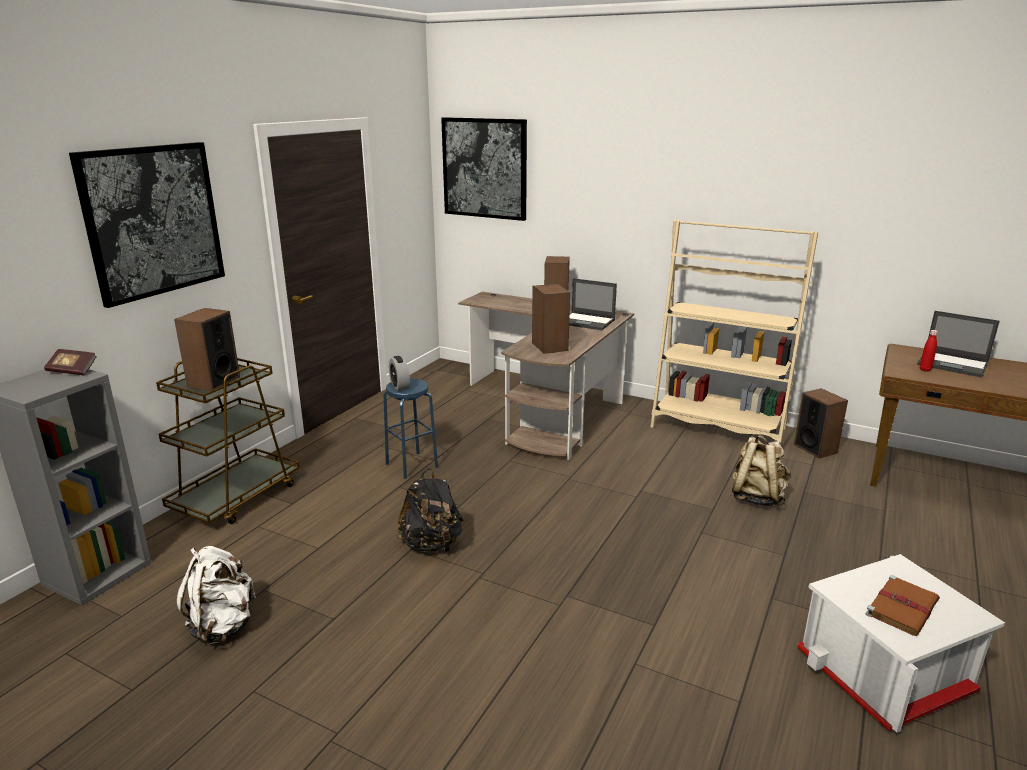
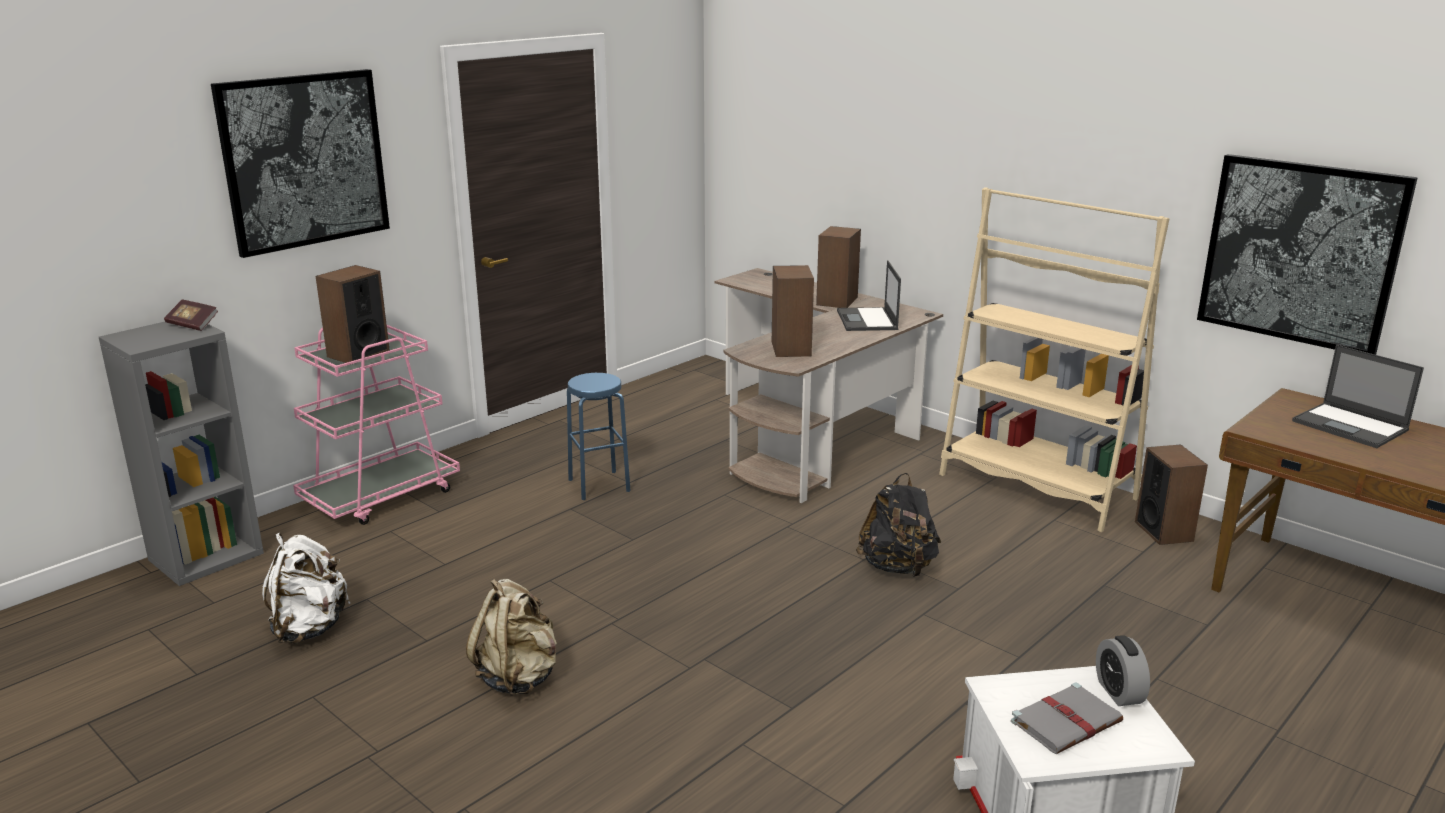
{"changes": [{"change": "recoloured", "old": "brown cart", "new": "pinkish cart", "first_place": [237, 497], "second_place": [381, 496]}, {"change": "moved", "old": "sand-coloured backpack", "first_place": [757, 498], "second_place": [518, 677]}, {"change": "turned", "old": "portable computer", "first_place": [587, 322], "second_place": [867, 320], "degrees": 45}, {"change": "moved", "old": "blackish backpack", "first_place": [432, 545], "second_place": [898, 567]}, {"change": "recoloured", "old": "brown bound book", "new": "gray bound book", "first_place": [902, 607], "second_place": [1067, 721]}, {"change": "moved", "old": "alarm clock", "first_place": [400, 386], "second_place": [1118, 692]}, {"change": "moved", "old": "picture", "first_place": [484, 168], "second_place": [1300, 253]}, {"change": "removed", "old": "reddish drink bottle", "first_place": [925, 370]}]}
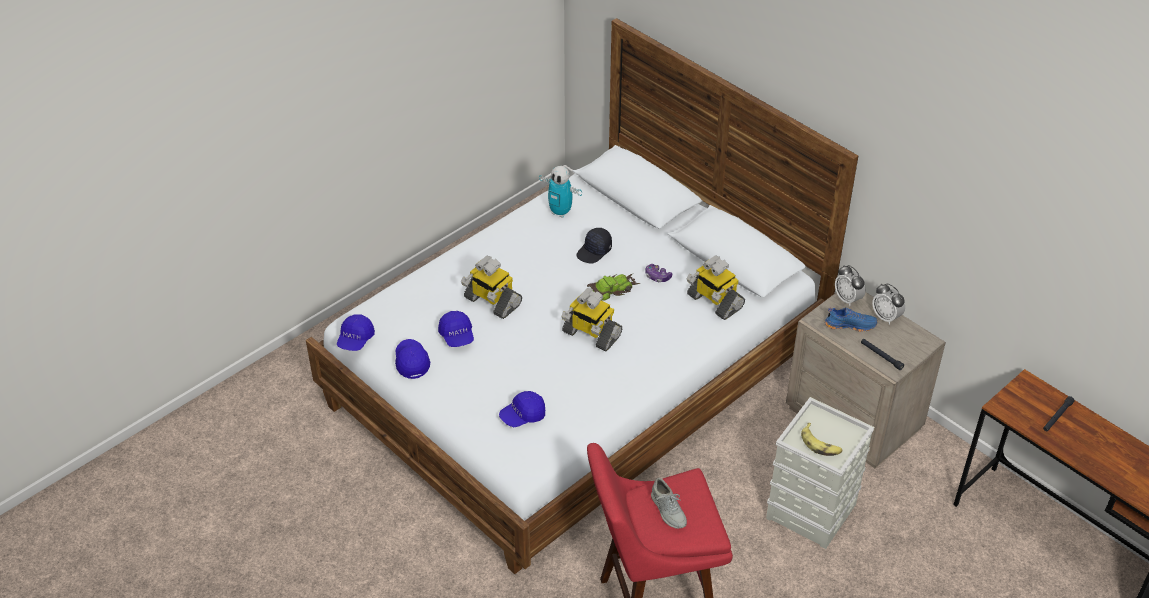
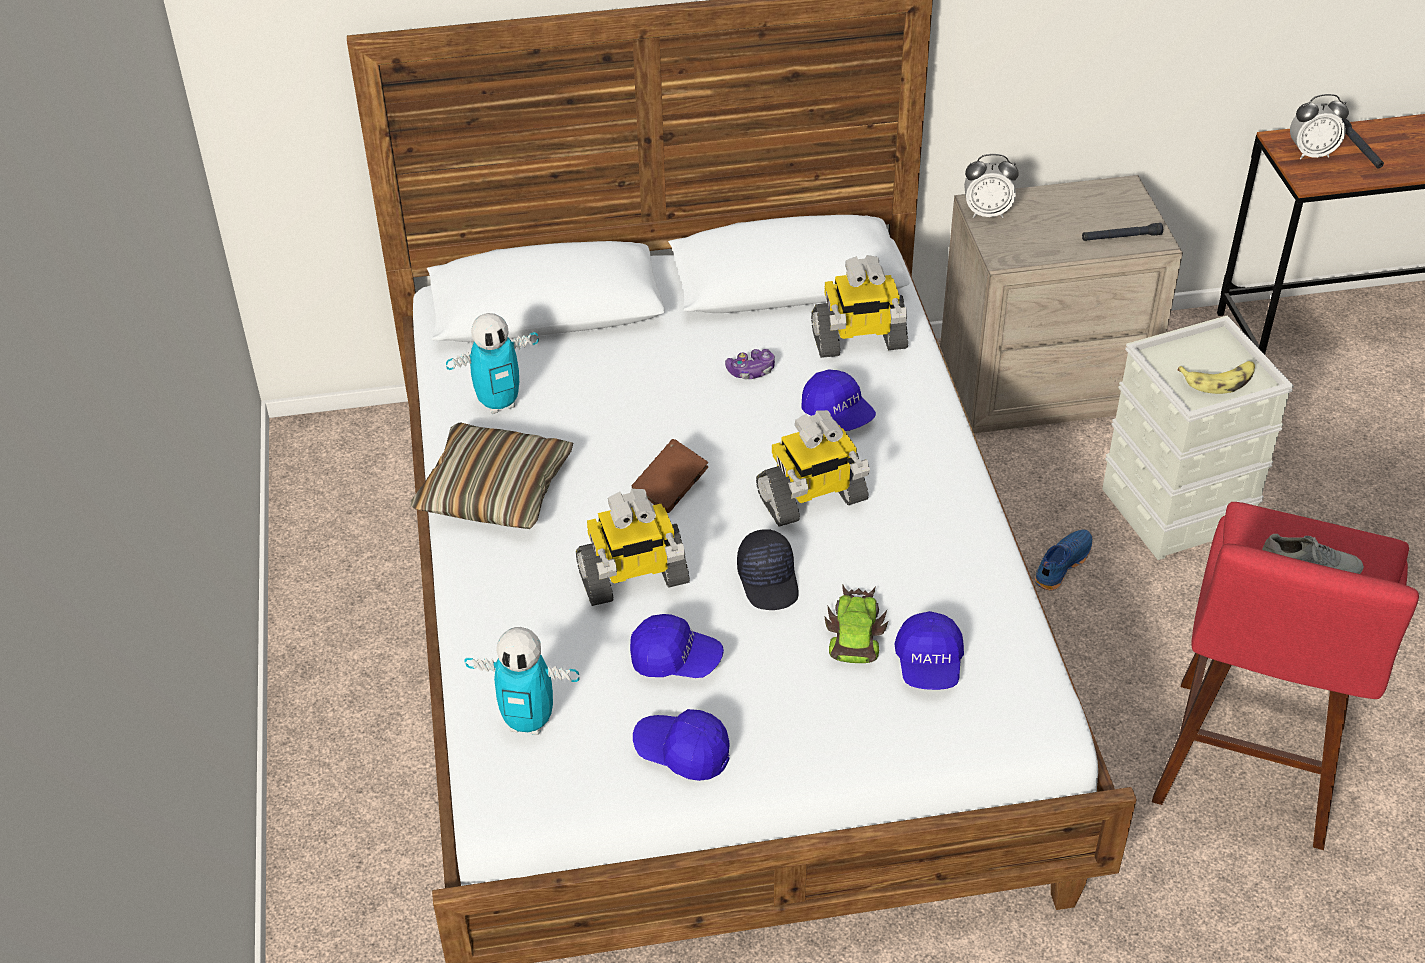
{"changes": [{"change": "added", "new": "throw pillow", "second_place": [494, 491]}, {"change": "added", "new": "model robot", "second_place": [528, 722]}, {"change": "added", "new": "brown bound book", "second_place": [671, 489]}, {"change": "moved", "old": "blackish baseball cap", "first_place": [594, 251], "second_place": [769, 580]}, {"change": "moved", "old": "blue baseball cap", "first_place": [355, 340], "second_place": [838, 414]}, {"change": "moved", "old": "toy car", "first_place": [613, 289], "second_place": [854, 631]}, {"change": "moved", "old": "blue shoe", "first_place": [850, 324], "second_place": [1061, 565]}, {"change": "moved", "old": "alarm clock", "first_place": [886, 317], "second_place": [1311, 153]}]}
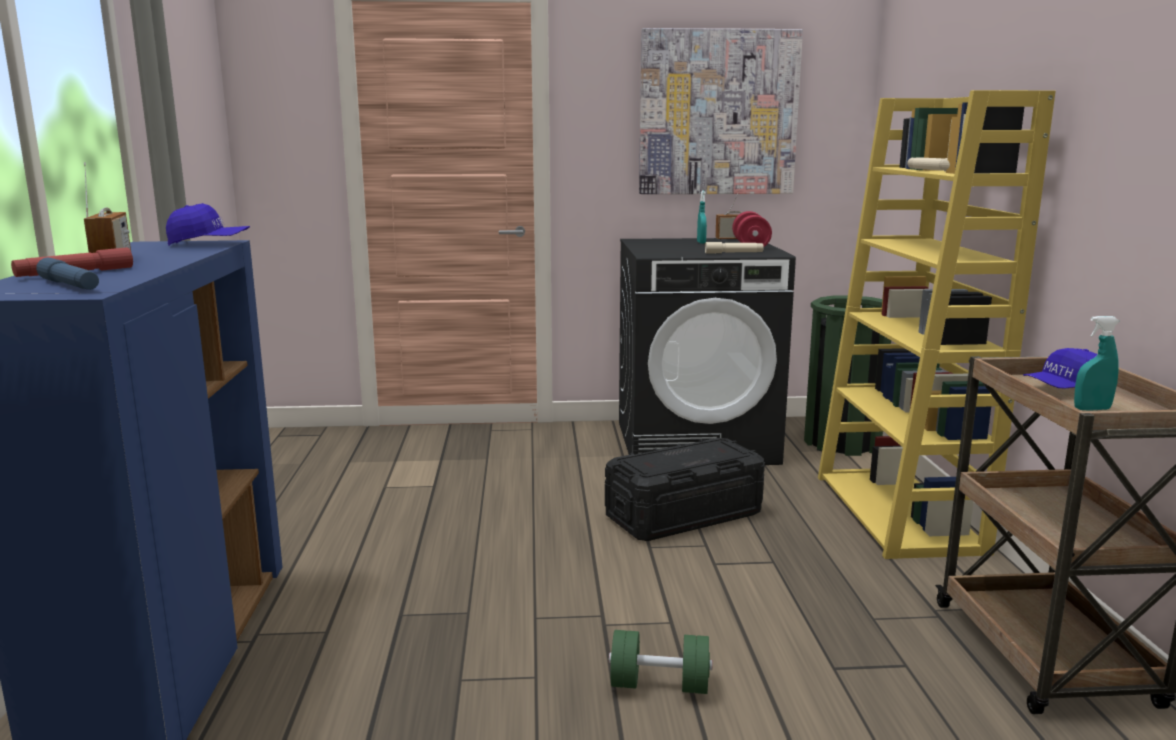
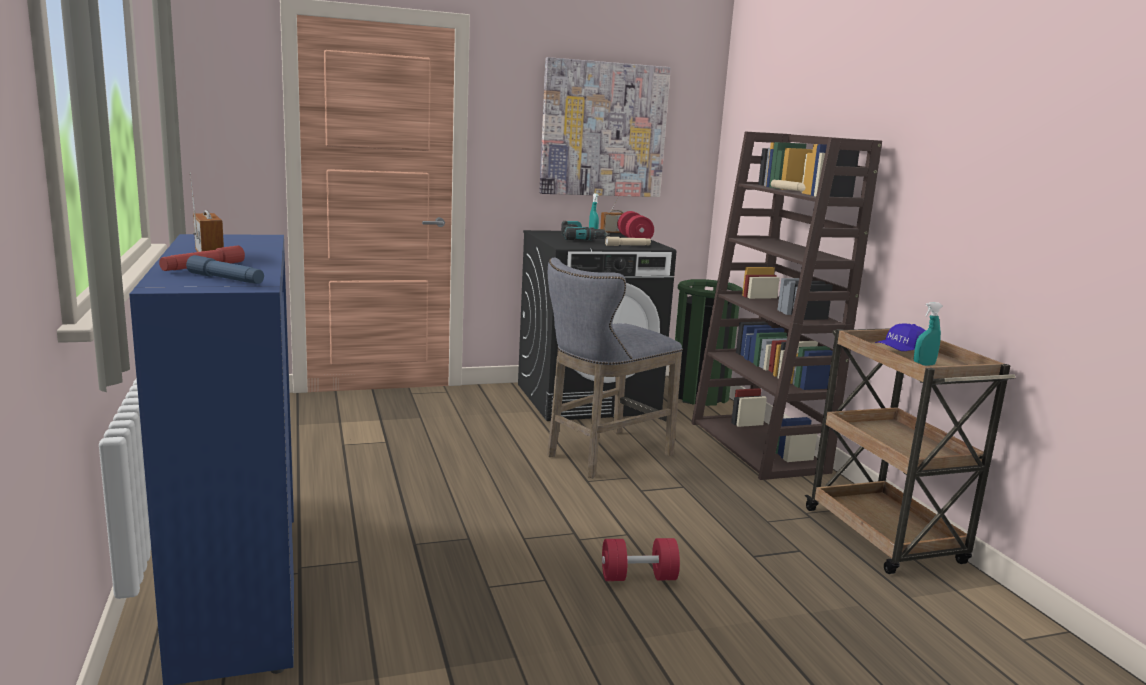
{"changes": [{"change": "replaced", "old": "blackish storage container", "new": "gray sitting stool", "first_place": [683, 515], "second_place": [602, 456]}, {"change": "added", "new": "power drill", "second_place": [581, 239]}, {"change": "recoloured", "old": "greenish hand weight", "new": "reddish hand weight", "first_place": [659, 685], "second_place": [638, 577]}, {"change": "recoloured", "old": "yellow bookshelf", "new": "brown bookshelf", "first_place": [899, 513], "second_place": [759, 447]}, {"change": "removed", "old": "blue baseball cap", "first_place": [209, 244]}]}
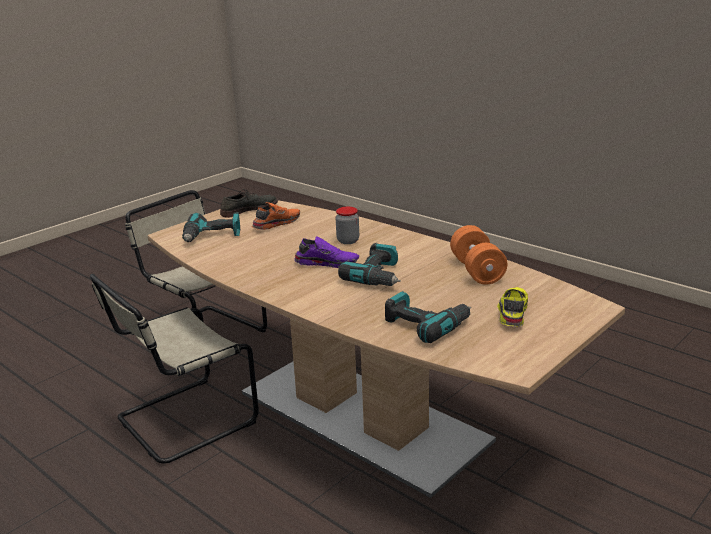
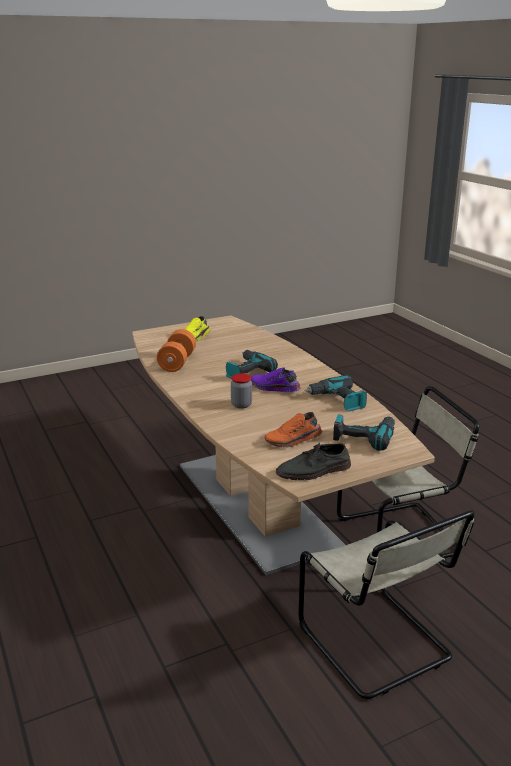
{"changes": [{"change": "moved", "old": "power drill", "first_place": [426, 324], "second_place": [337, 401]}]}
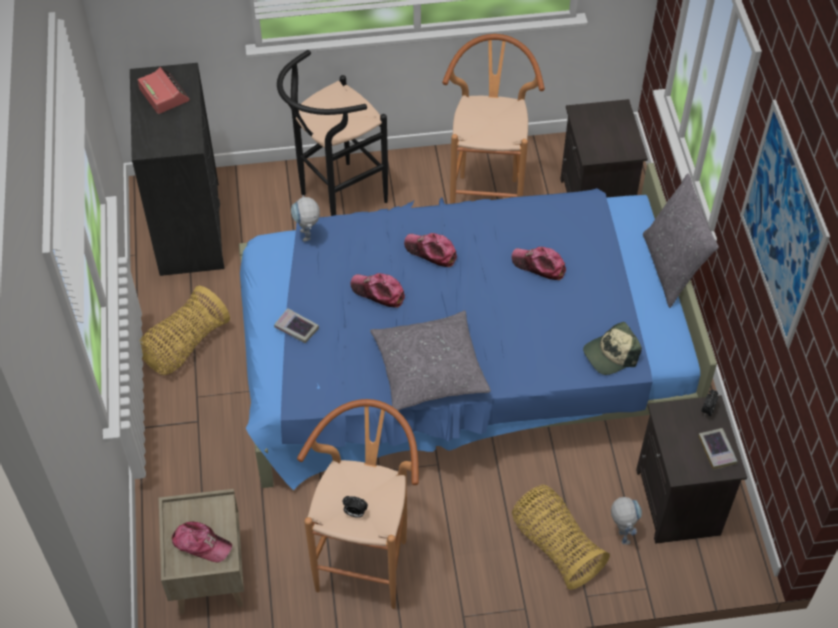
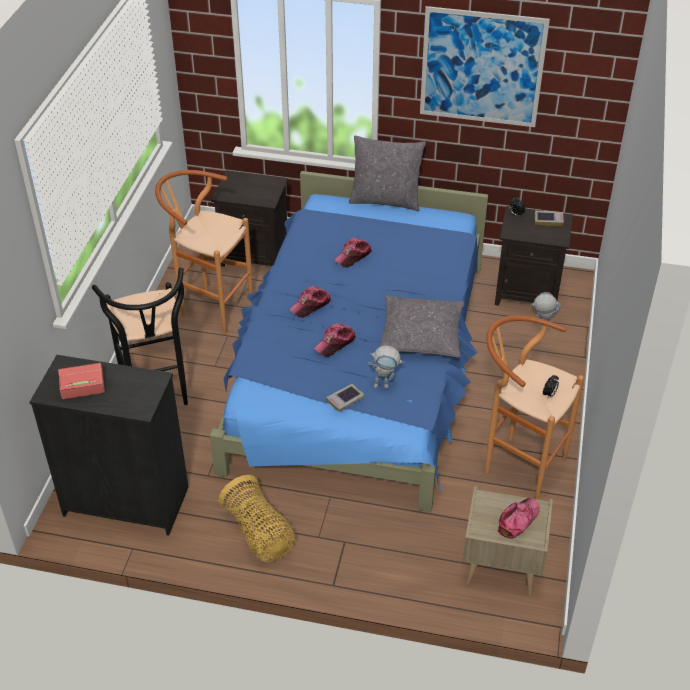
{"changes": [{"change": "moved", "old": "model robot", "first_place": [308, 238], "second_place": [385, 385]}, {"change": "removed", "old": "storage basket", "first_place": [555, 546]}, {"change": "removed", "old": "baseball cap", "first_place": [610, 354]}]}
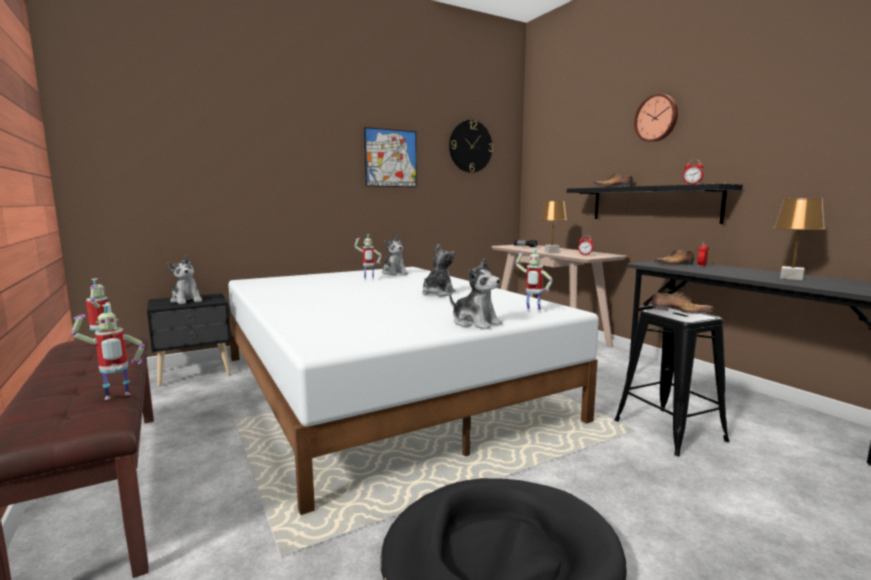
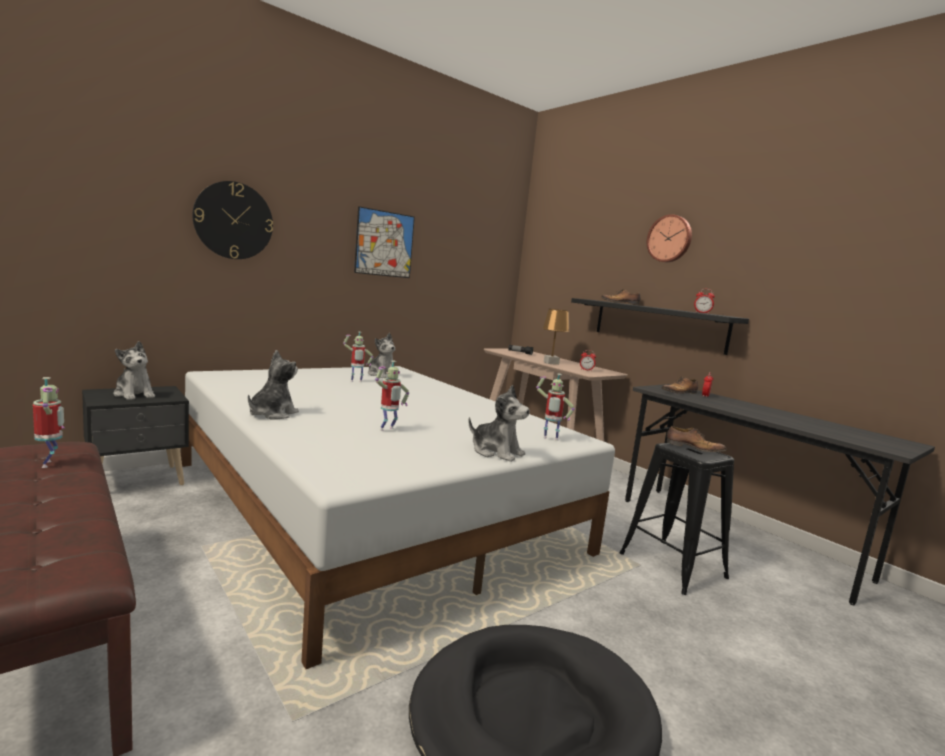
{"changes": [{"change": "moved", "old": "wall clock", "first_place": [470, 146], "second_place": [233, 220]}, {"change": "moved", "old": "soft toy", "first_place": [437, 293], "second_place": [272, 414]}, {"change": "moved", "old": "model robot", "first_place": [117, 397], "second_place": [388, 430]}, {"change": "removed", "old": "brown lamp for a table", "first_place": [791, 278]}]}
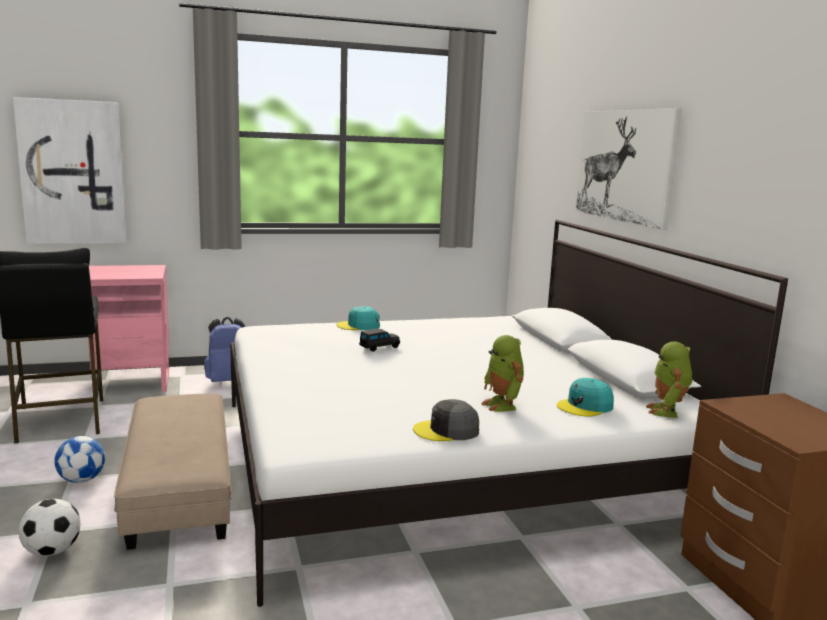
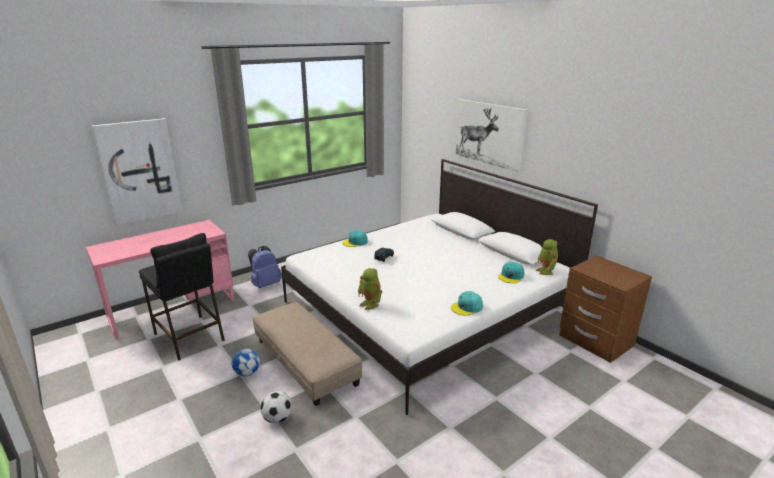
{"changes": [{"change": "moved", "old": "model robot", "first_place": [502, 405], "second_place": [370, 304]}, {"change": "recoloured", "old": "gray baseball cap", "new": "turquoise baseball cap", "first_place": [447, 430], "second_place": [467, 307]}]}
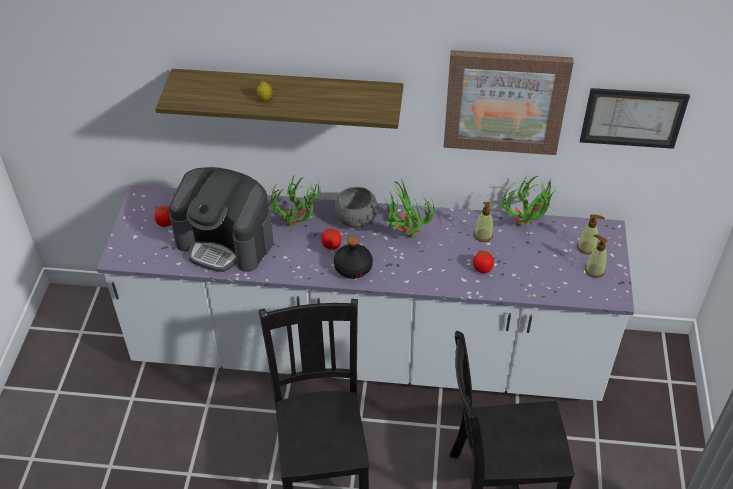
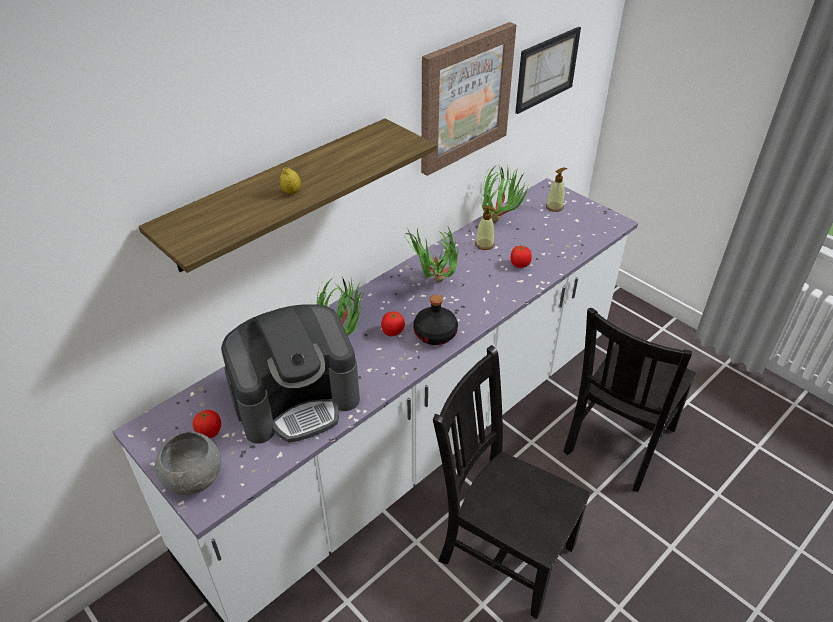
{"changes": [{"change": "moved", "old": "gray bowl", "first_place": [356, 219], "second_place": [194, 477]}, {"change": "removed", "old": "soap dispenser", "first_place": [594, 270]}]}
